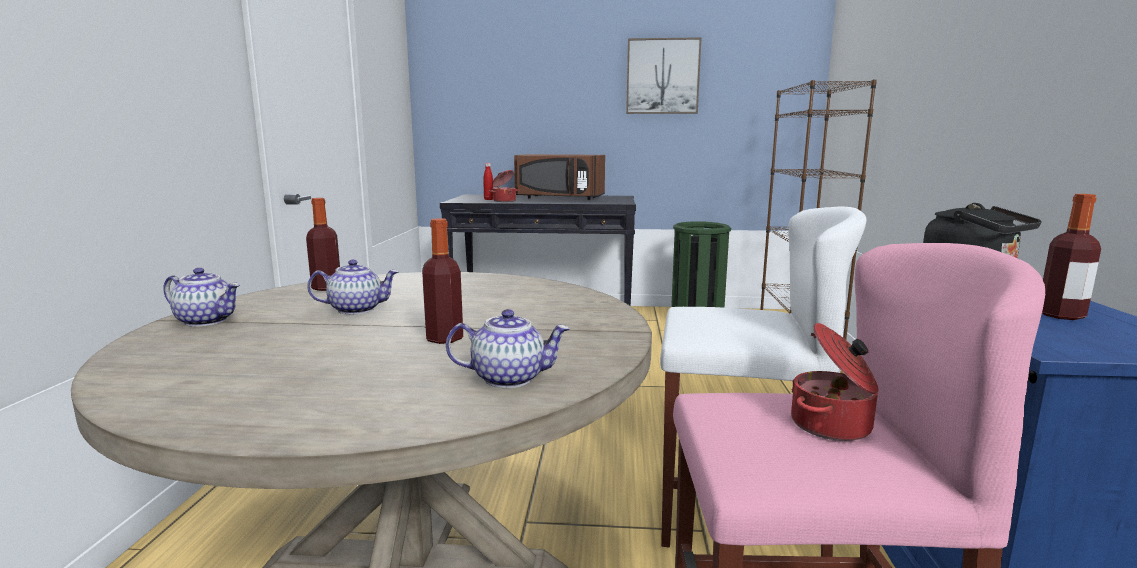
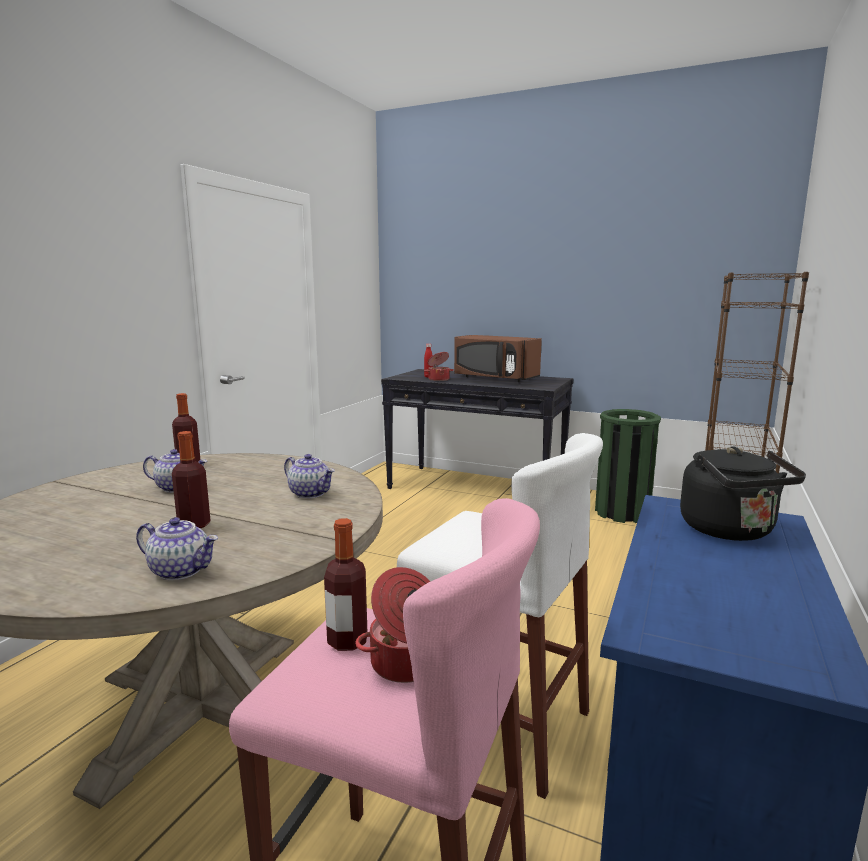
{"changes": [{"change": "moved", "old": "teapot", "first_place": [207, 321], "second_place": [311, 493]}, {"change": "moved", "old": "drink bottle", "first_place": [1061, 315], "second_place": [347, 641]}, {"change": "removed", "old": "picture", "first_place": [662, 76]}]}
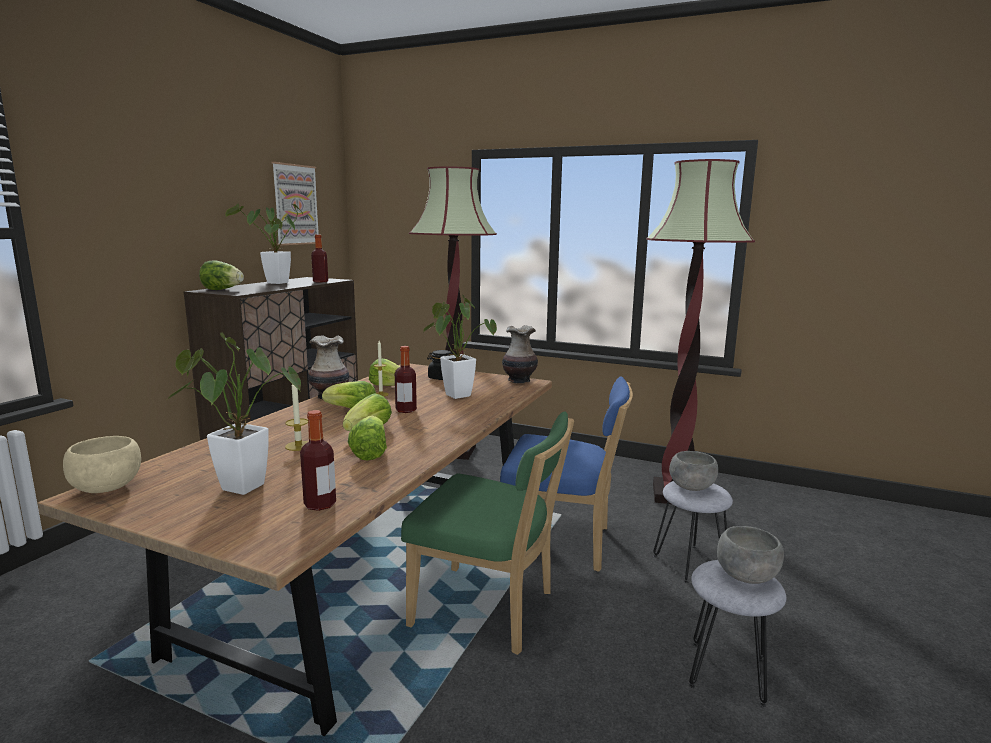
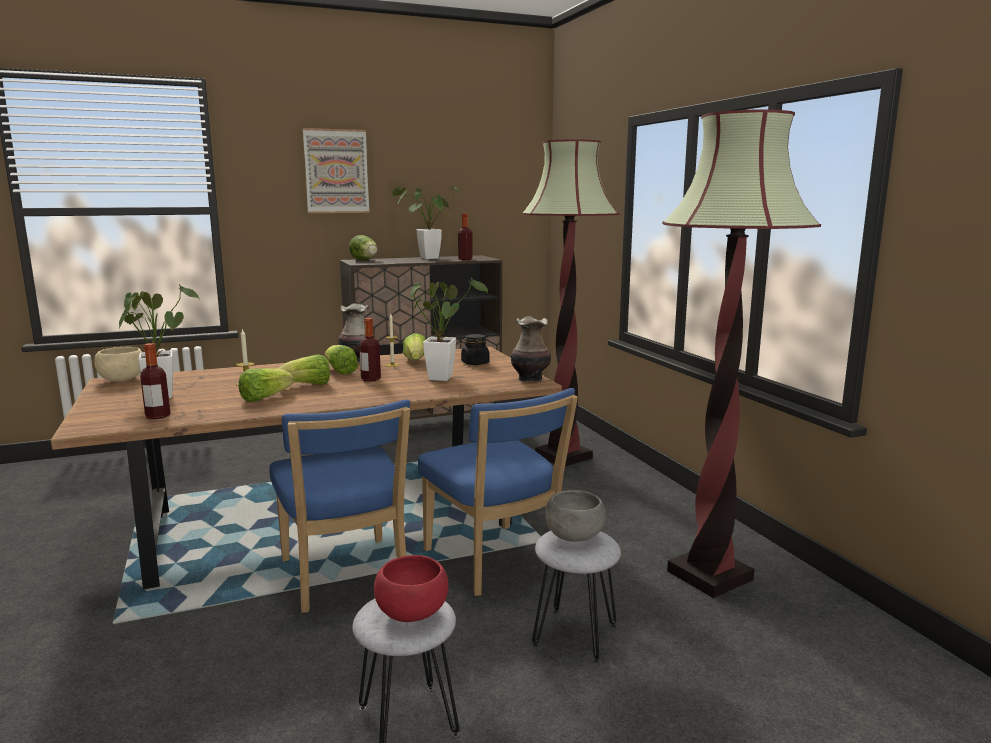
{"changes": [{"change": "recoloured", "old": "greenish chair", "new": "blue chair", "first_place": [489, 610], "second_place": [345, 578]}, {"change": "moved", "old": "picture", "first_place": [295, 205], "second_place": [336, 171]}, {"change": "recoloured", "old": "gray bowl", "new": "reddish bowl", "first_place": [747, 576], "second_place": [411, 614]}]}
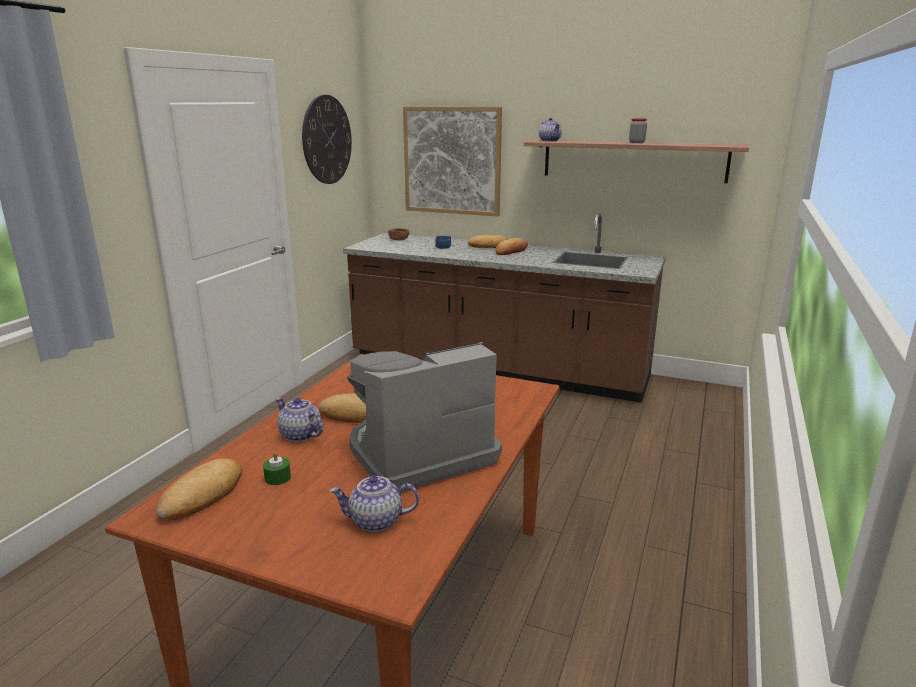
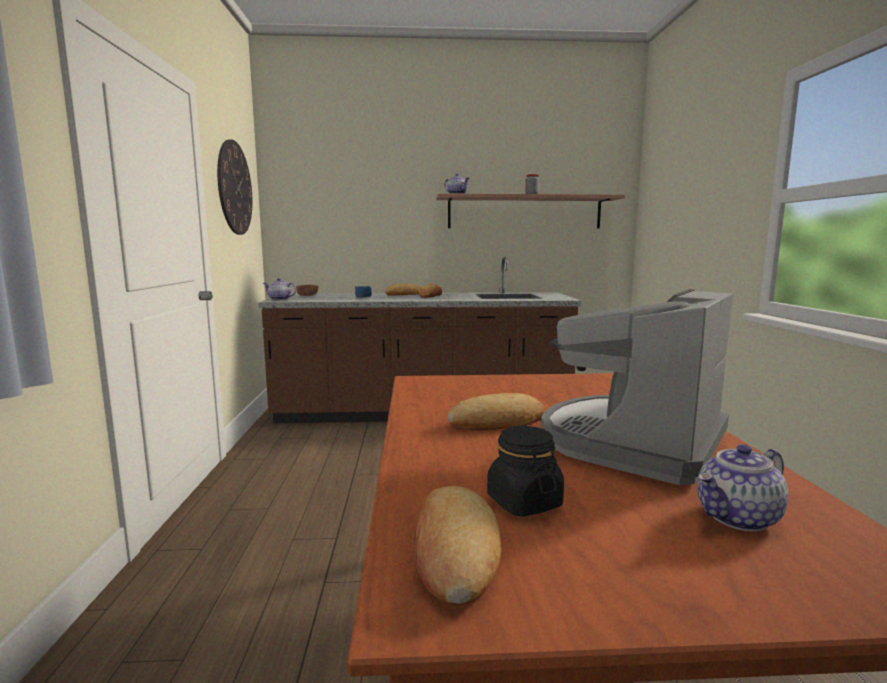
{"changes": [{"change": "moved", "old": "teapot", "first_place": [300, 435], "second_place": [280, 299]}, {"change": "replaced", "old": "greenish wax light", "new": "blackish jar", "first_place": [277, 478], "second_place": [524, 502]}, {"change": "removed", "old": "picture", "first_place": [452, 161]}]}
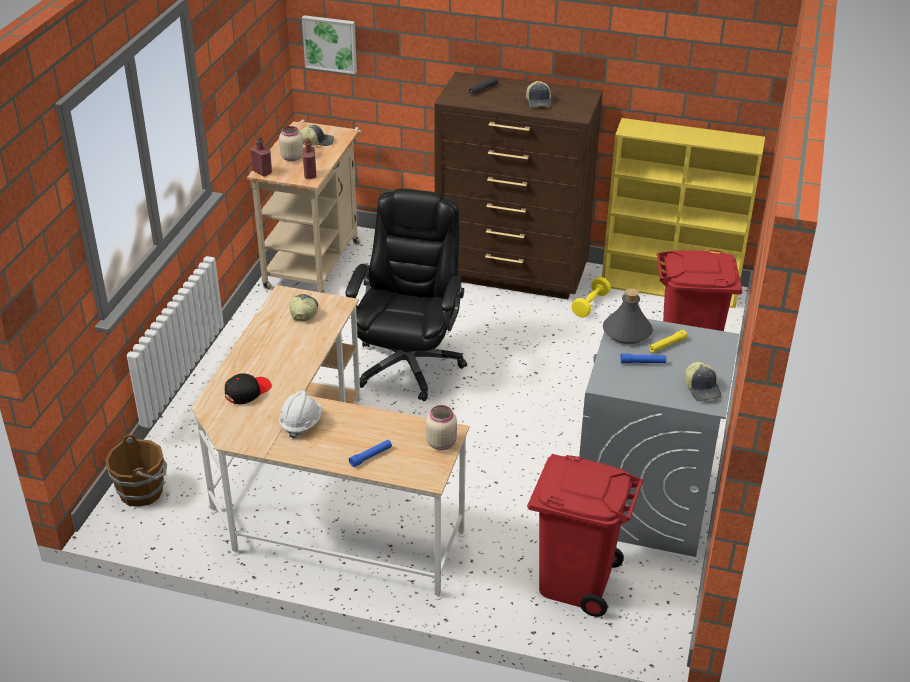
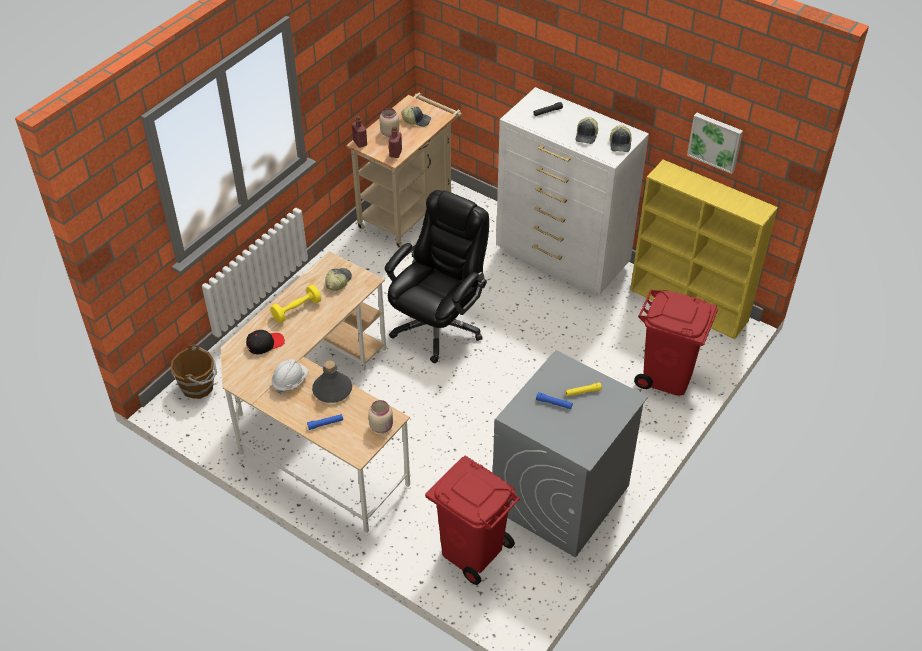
{"changes": [{"change": "moved", "old": "yellow hand weight", "first_place": [590, 304], "second_place": [297, 310]}, {"change": "moved", "old": "gray drink bottle", "first_place": [627, 331], "second_place": [332, 390]}, {"change": "recoloured", "old": "brown chest of drawers", "new": "whitish chest of drawers", "first_place": [512, 274], "second_place": [562, 260]}, {"change": "moved", "old": "baseball cap", "first_place": [702, 388], "second_place": [620, 144]}, {"change": "moved", "old": "picture", "first_place": [330, 43], "second_place": [715, 141]}]}
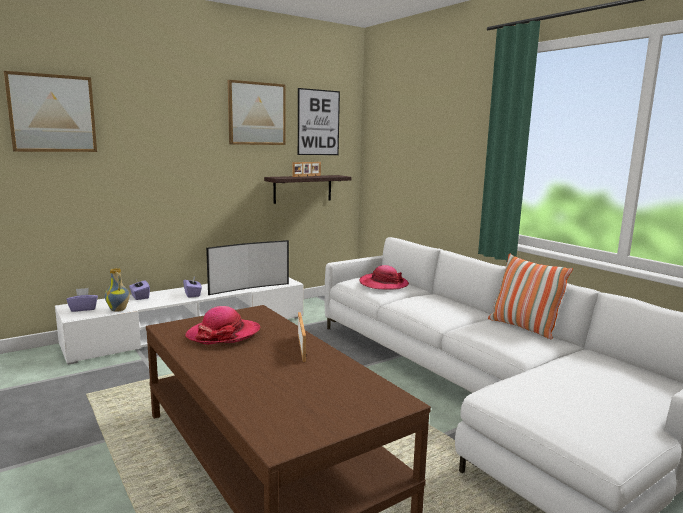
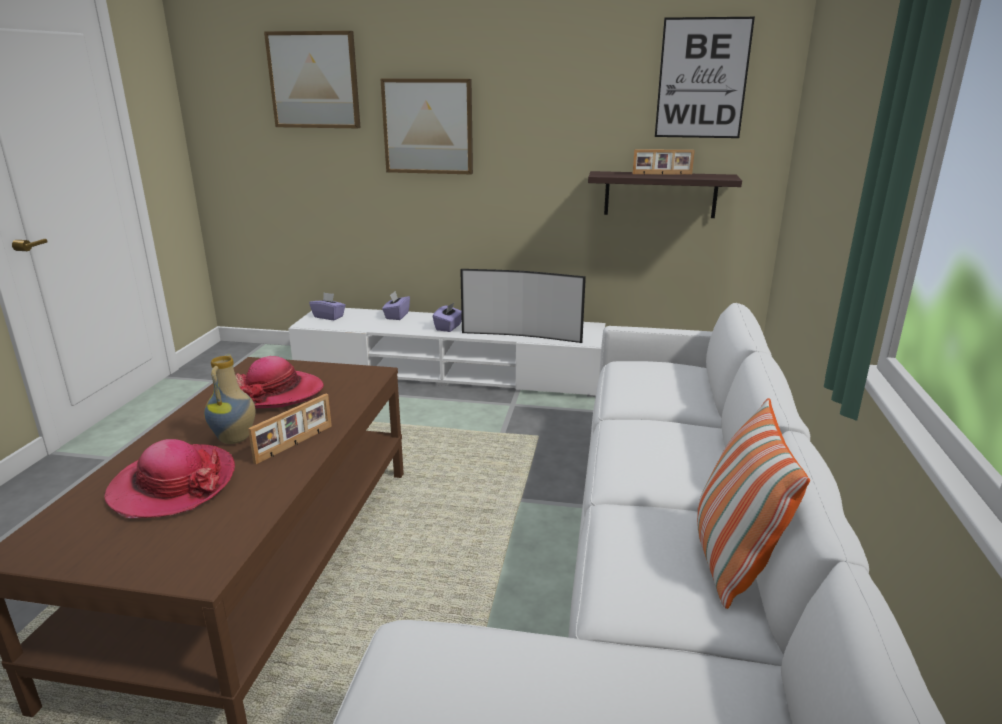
{"changes": [{"change": "moved", "old": "clothing hat", "first_place": [383, 284], "second_place": [173, 485]}, {"change": "moved", "old": "decorative vase", "first_place": [119, 310], "second_place": [236, 439]}, {"change": "moved", "old": "picture", "first_place": [256, 113], "second_place": [428, 126]}]}
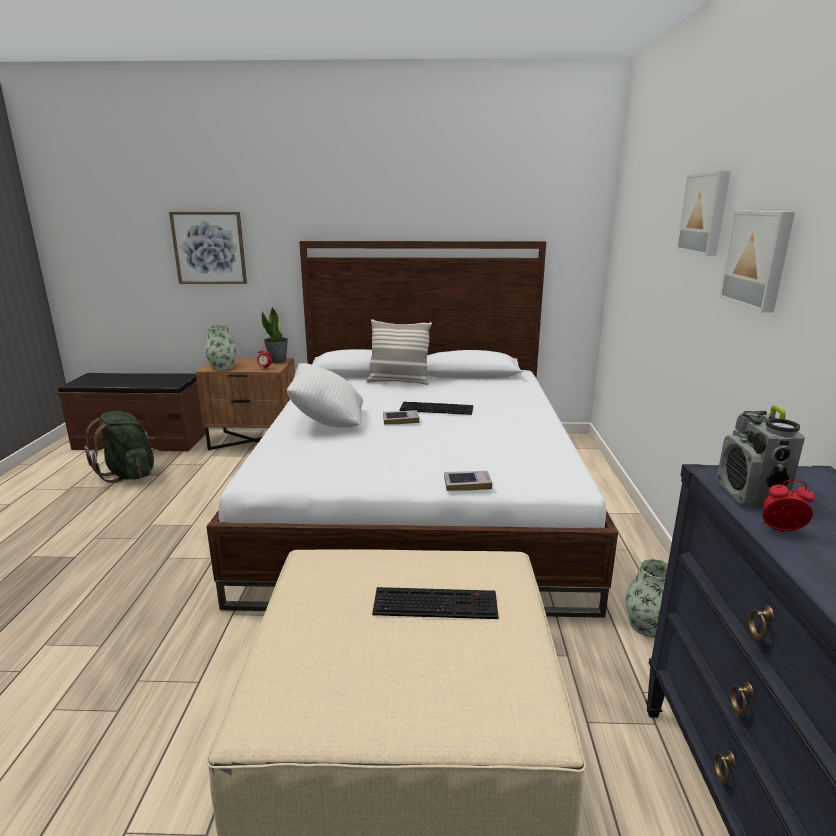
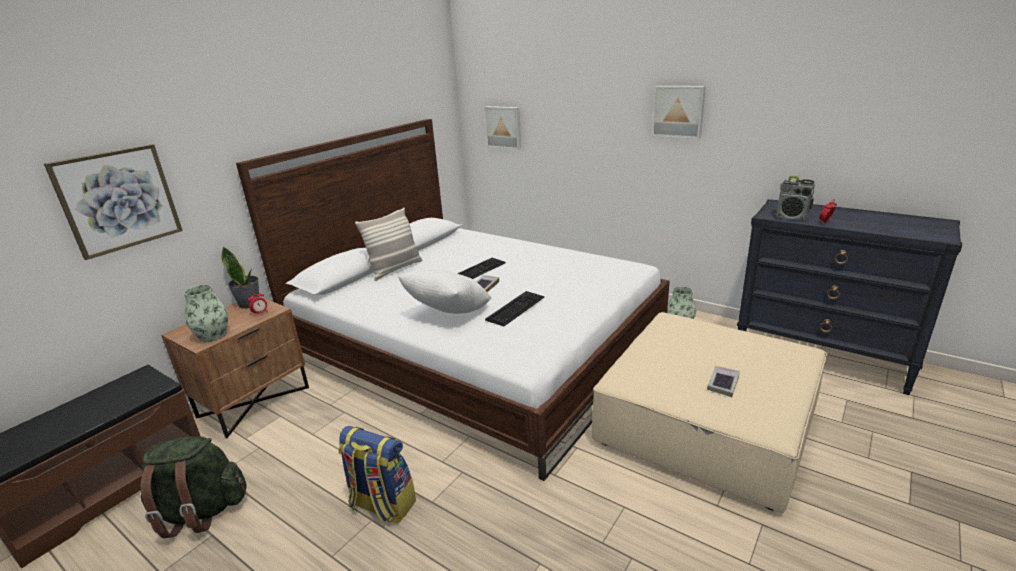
{"changes": [{"change": "added", "new": "backpack", "second_place": [381, 505]}, {"change": "moved", "old": "picture", "first_place": [705, 213], "second_place": [504, 127]}, {"change": "moved", "old": "PC keyboard", "first_place": [437, 603], "second_place": [515, 308]}, {"change": "moved", "old": "bound book", "first_place": [467, 484], "second_place": [723, 383]}]}
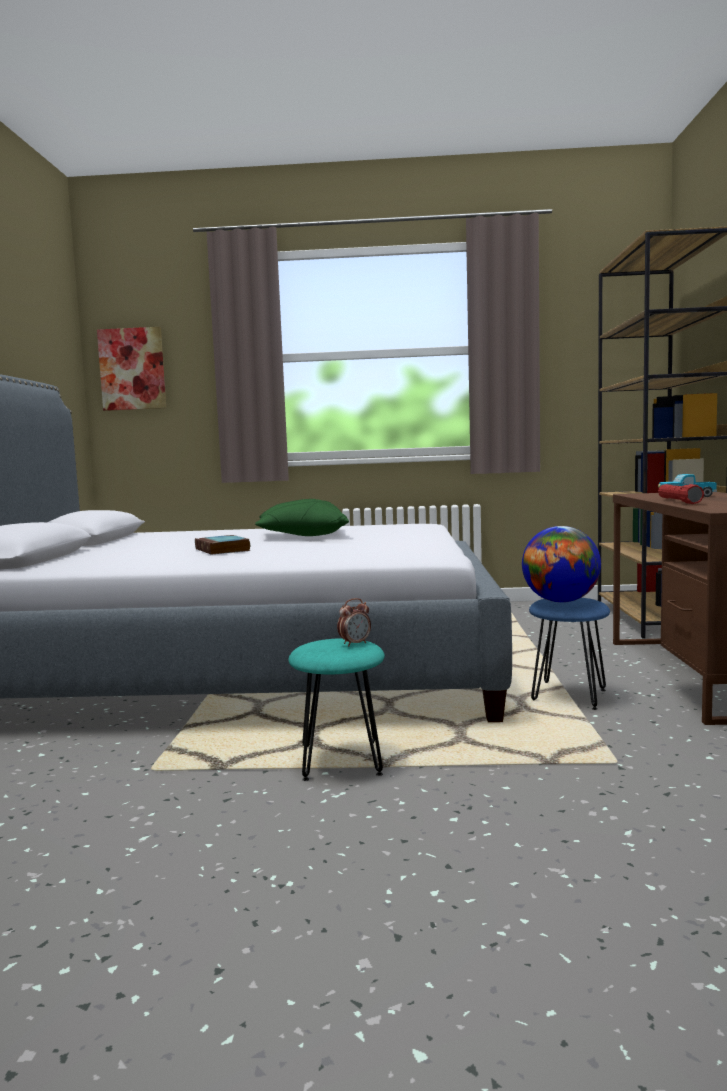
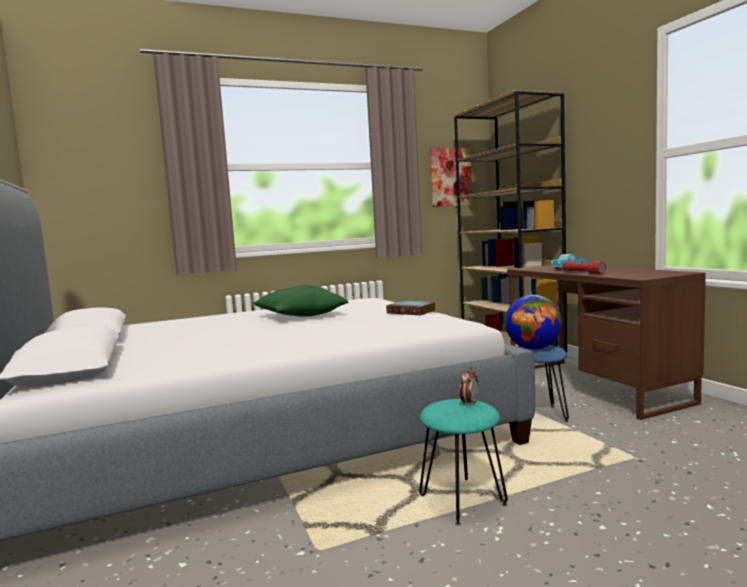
{"changes": [{"change": "moved", "old": "bound book", "first_place": [223, 550], "second_place": [412, 312]}, {"change": "moved", "old": "picture", "first_place": [132, 369], "second_place": [450, 177]}]}
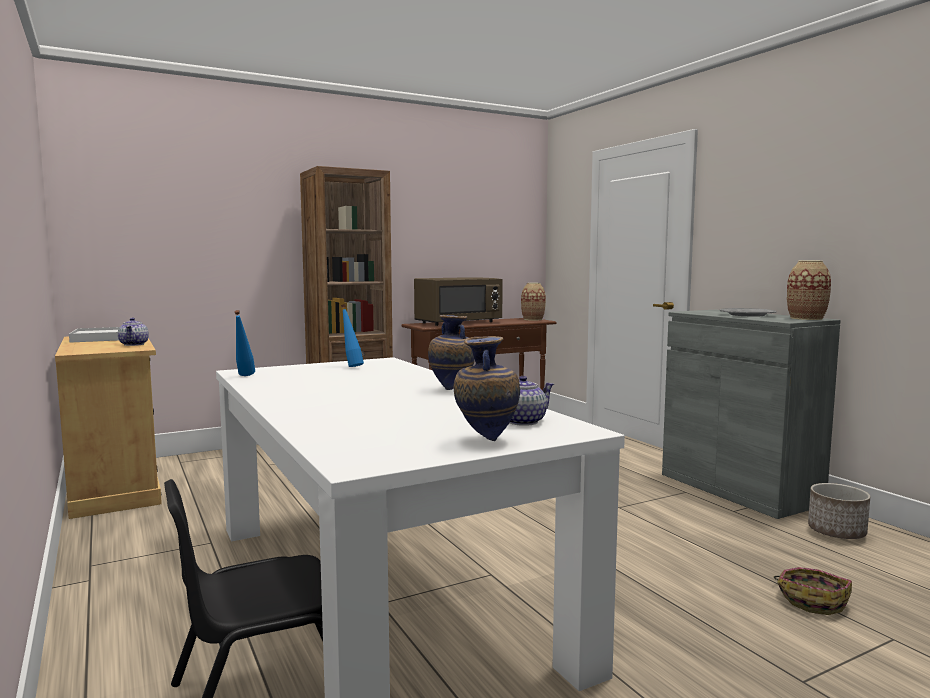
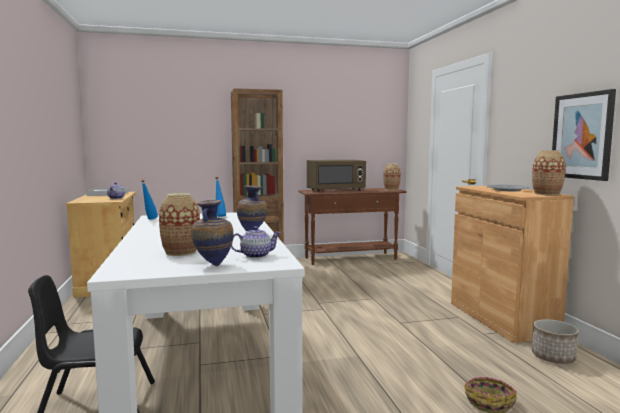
{"changes": [{"change": "added", "new": "decorative vase", "second_place": [180, 252]}, {"change": "recoloured", "old": "gray storage cabinet", "new": "brown storage cabinet", "first_place": [738, 489], "second_place": [501, 319]}, {"change": "added", "new": "picture", "second_place": [582, 136]}]}
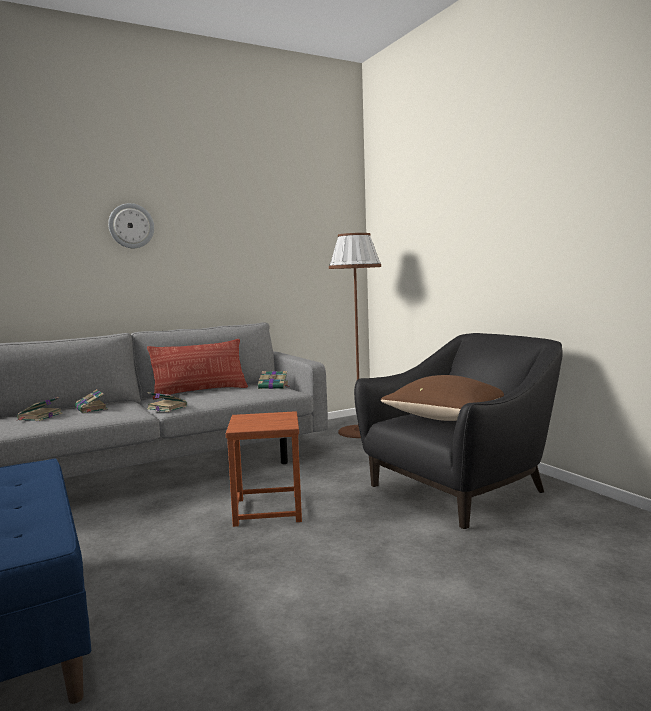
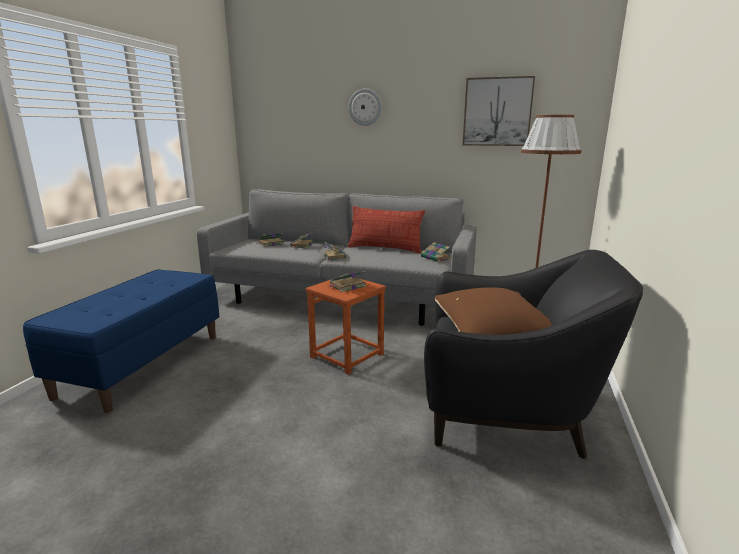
{"changes": [{"change": "added", "new": "bound book", "second_place": [347, 286]}, {"change": "added", "new": "picture", "second_place": [497, 112]}]}
